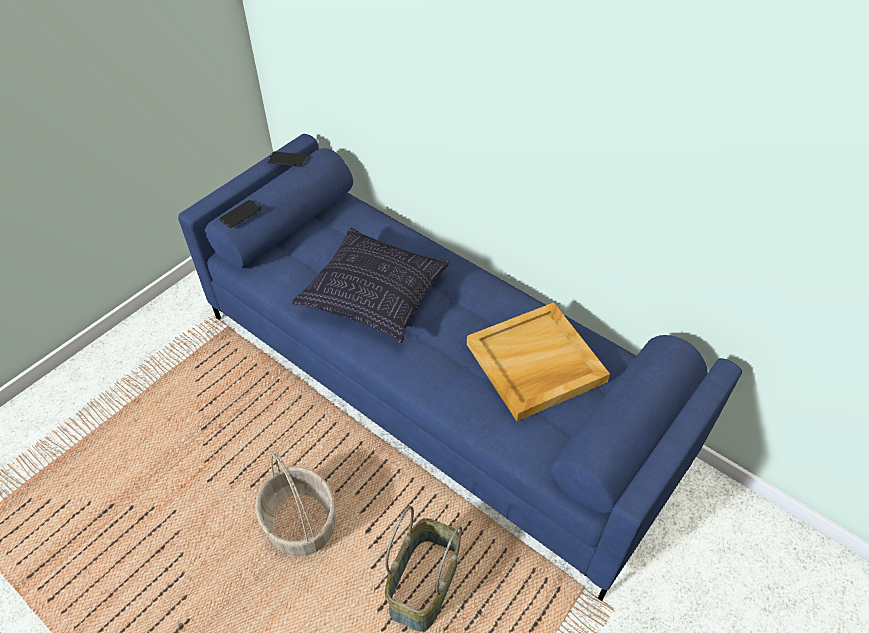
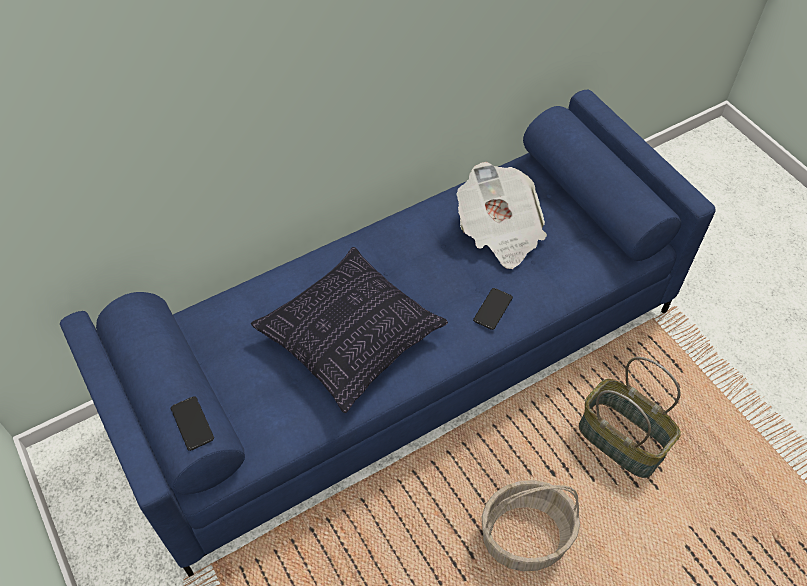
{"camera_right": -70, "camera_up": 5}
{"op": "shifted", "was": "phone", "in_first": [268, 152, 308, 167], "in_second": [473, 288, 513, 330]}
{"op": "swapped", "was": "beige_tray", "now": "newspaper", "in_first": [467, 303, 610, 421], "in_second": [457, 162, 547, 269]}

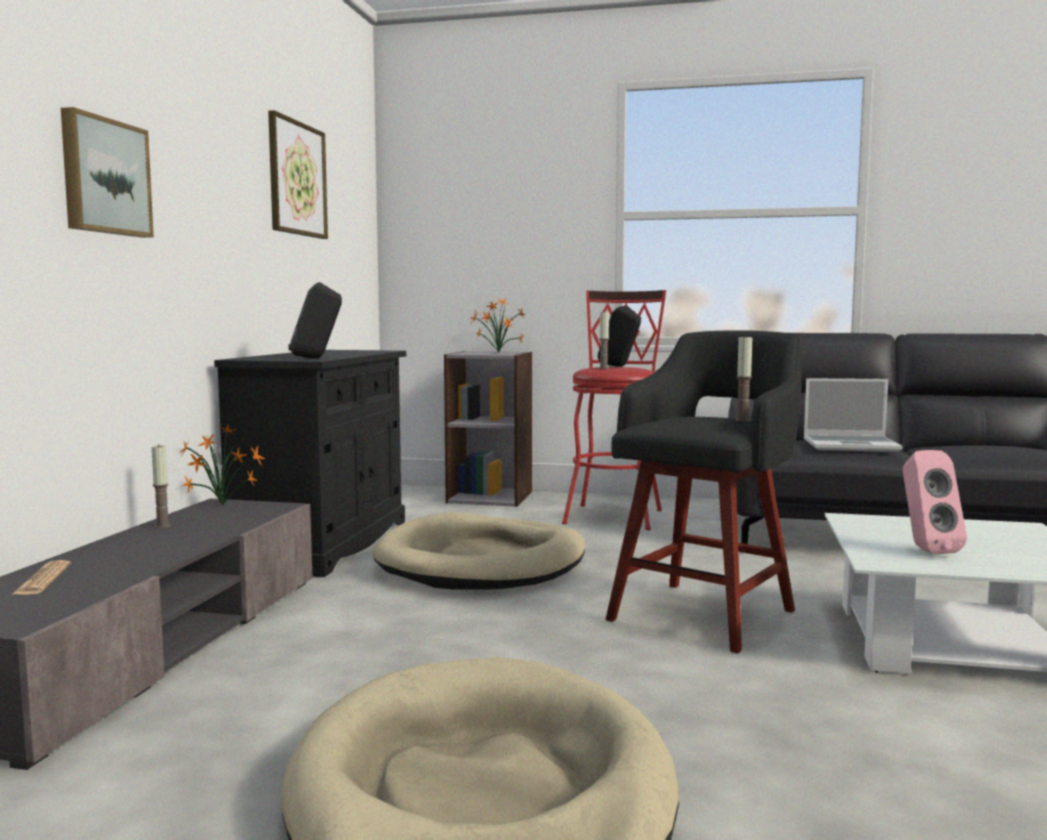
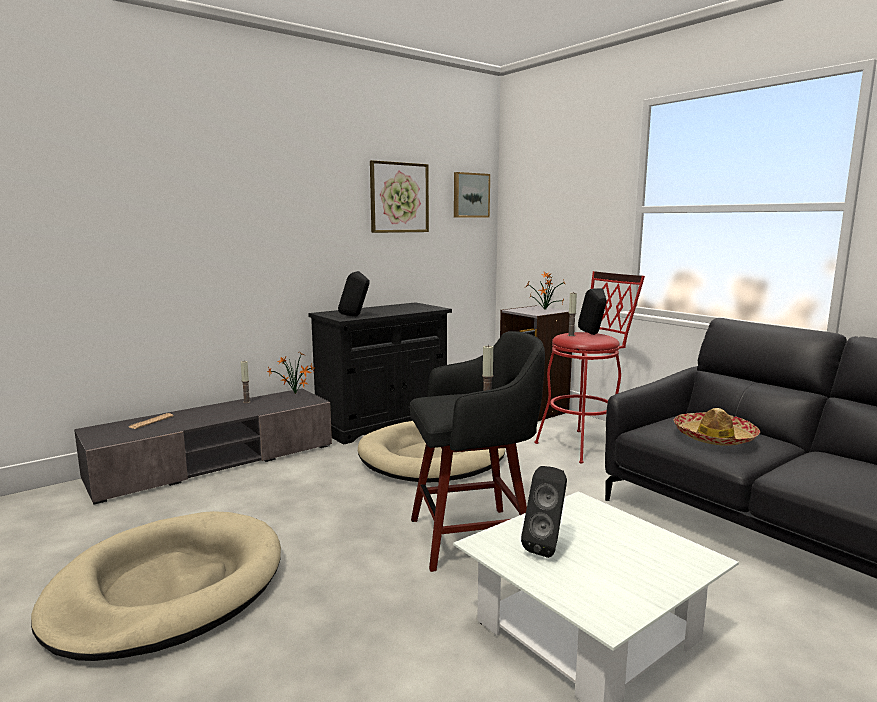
{"camera_right": 40, "camera_up": 5}
{"op": "shifted", "was": "picture", "in_first": [61, 107, 154, 238], "in_second": [454, 172, 490, 218]}
{"op": "swapped", "was": "laptop", "now": "hat", "in_first": [804, 378, 903, 452], "in_second": [673, 408, 760, 446]}
{"op": "repainted", "was": "pink_speaker", "now": "black_speaker", "in_first": [903, 450, 967, 554], "in_second": [521, 466, 567, 558]}

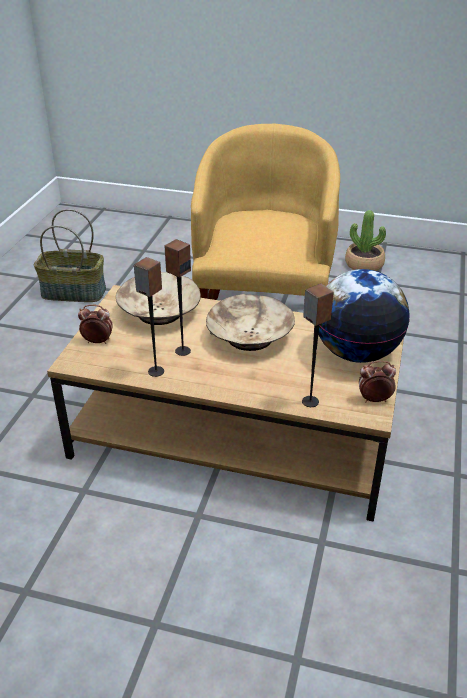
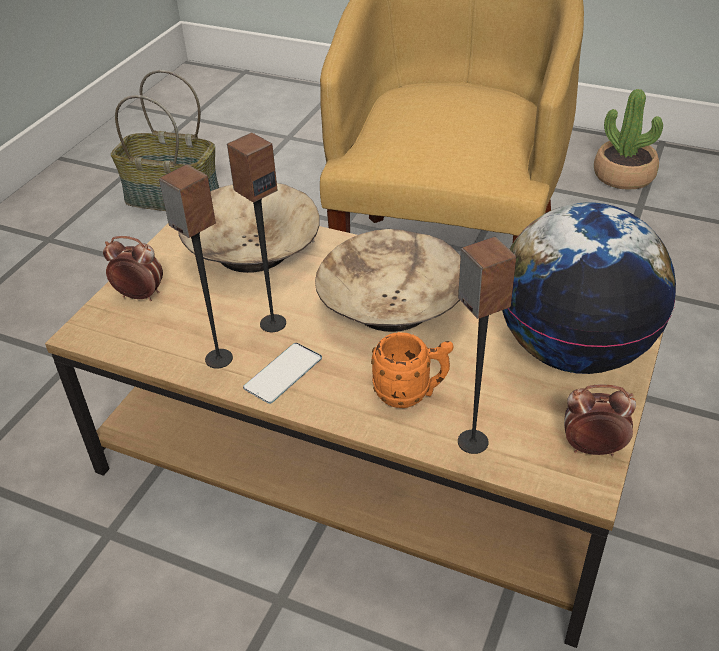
{"camera_right": 10, "camera_up": 5}
{"op": "new", "now": "orange_mug", "in_second": [371, 332, 453, 408]}
{"op": "new", "now": "phone", "in_second": [243, 343, 322, 404]}

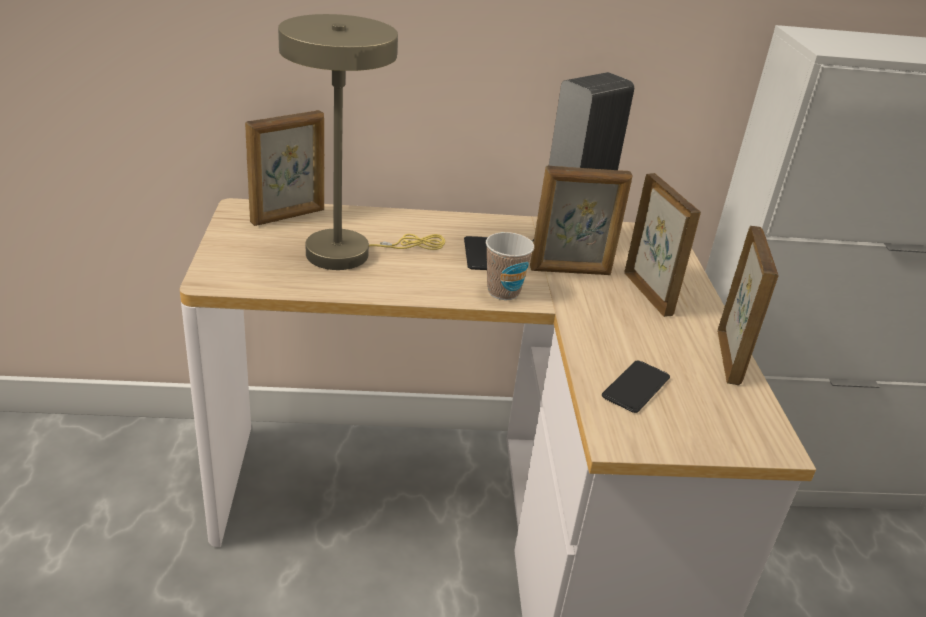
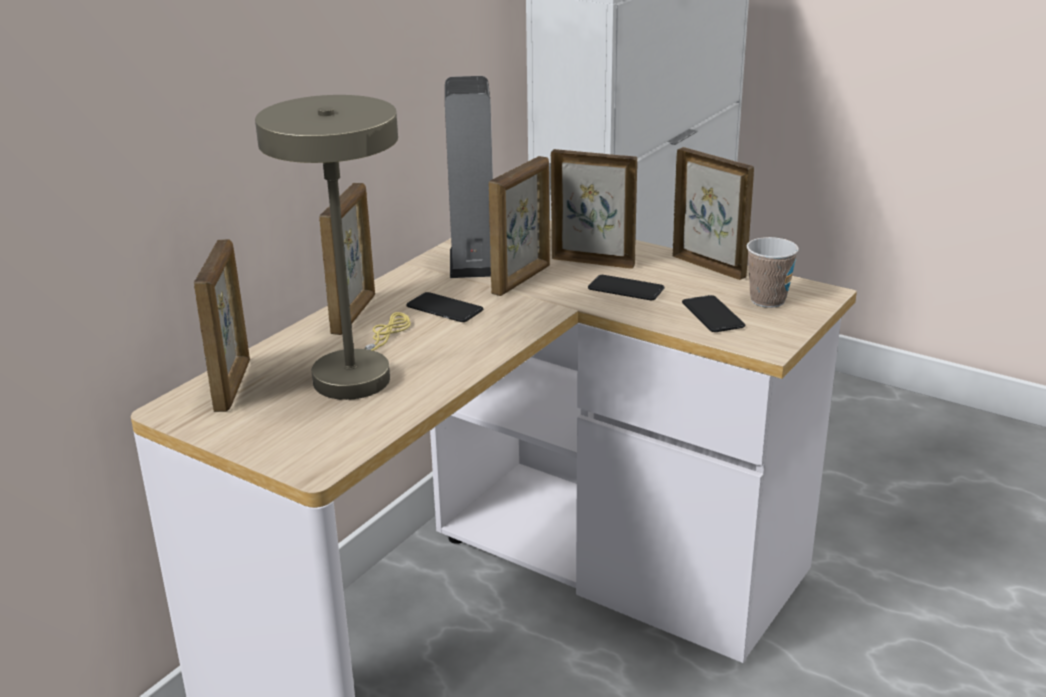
{"camera_right": -50, "camera_up": -5}
{"op": "shifted", "was": "cup", "in_first": [486, 232, 534, 300], "in_second": [747, 237, 799, 308]}
{"op": "new", "now": "picture_frame", "in_second": [319, 183, 375, 335]}
{"op": "new", "now": "phone", "in_second": [588, 275, 665, 300]}

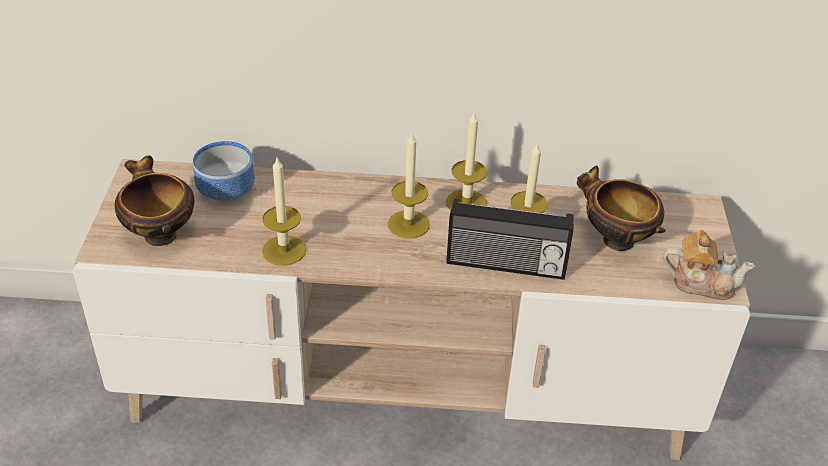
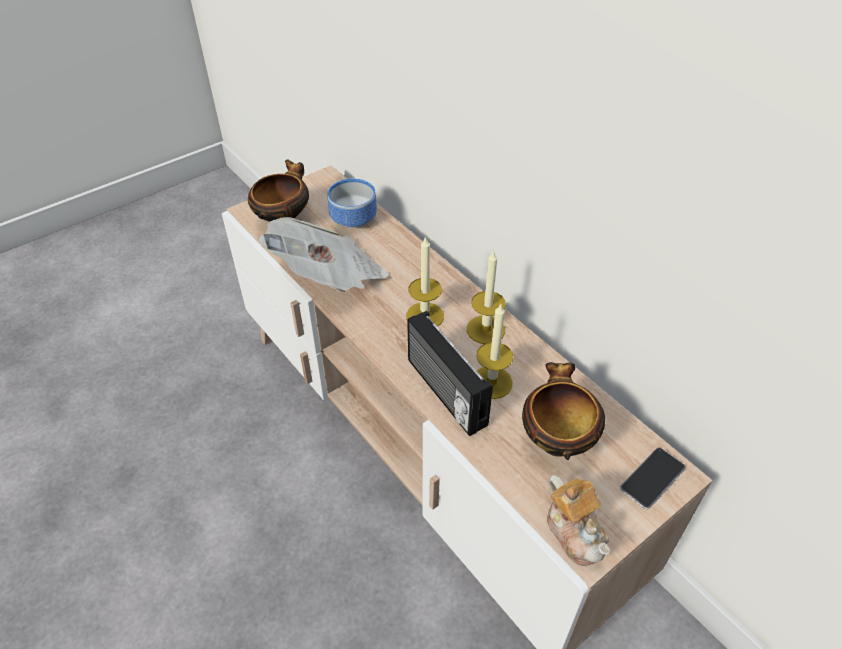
{"camera_right": 50, "camera_up": 5}
{"op": "swapped", "was": "candle", "now": "newspaper", "in_first": [262, 158, 306, 266], "in_second": [258, 217, 389, 292]}
{"op": "new", "now": "phone", "in_second": [620, 448, 685, 509]}

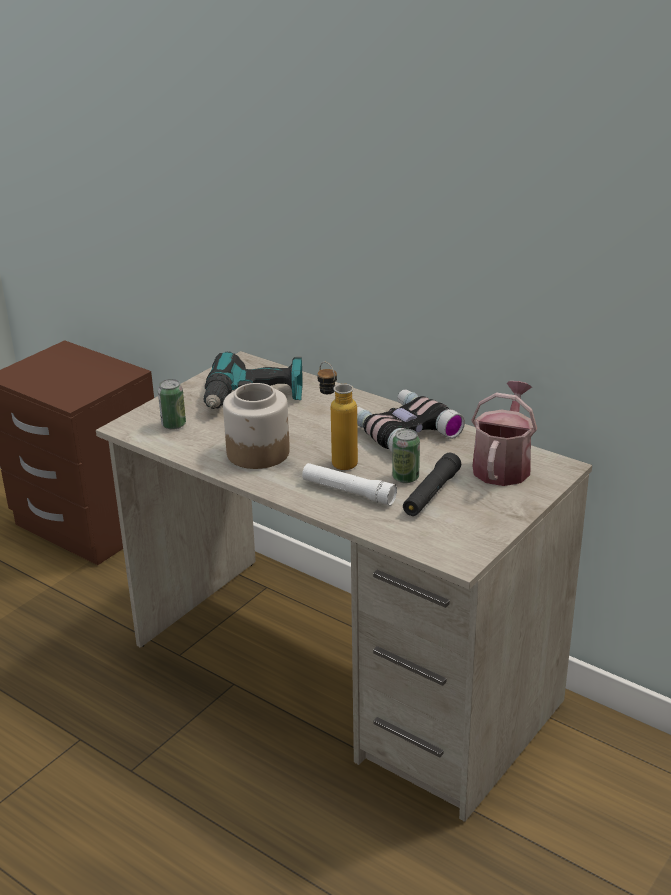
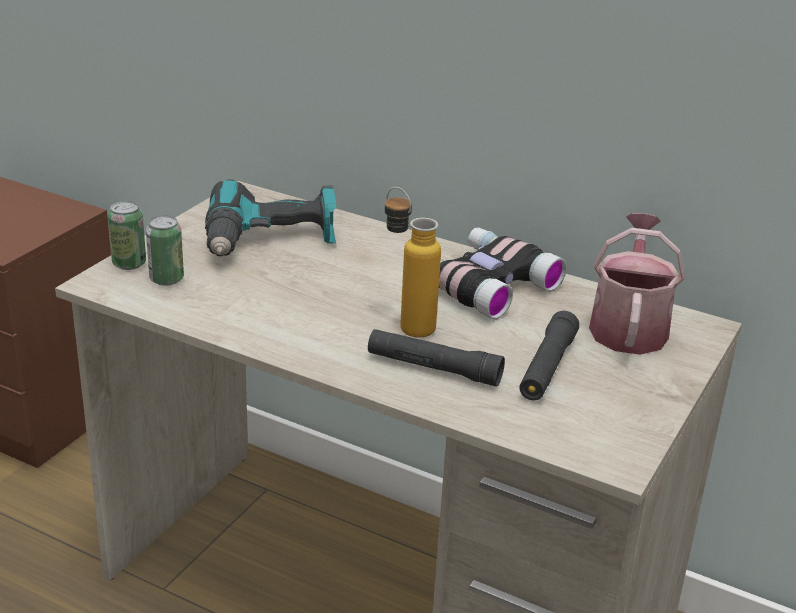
{"camera_right": -10, "camera_up": 0}
{"op": "gone", "was": "jar", "in_first": [223, 383, 290, 469]}
{"op": "shifted", "was": "can", "in_first": [392, 429, 420, 483], "in_second": [108, 201, 146, 270]}
{"op": "repainted", "was": "white_flashlight", "now": "black_flashlight", "in_first": [302, 463, 397, 506], "in_second": [368, 329, 505, 387]}

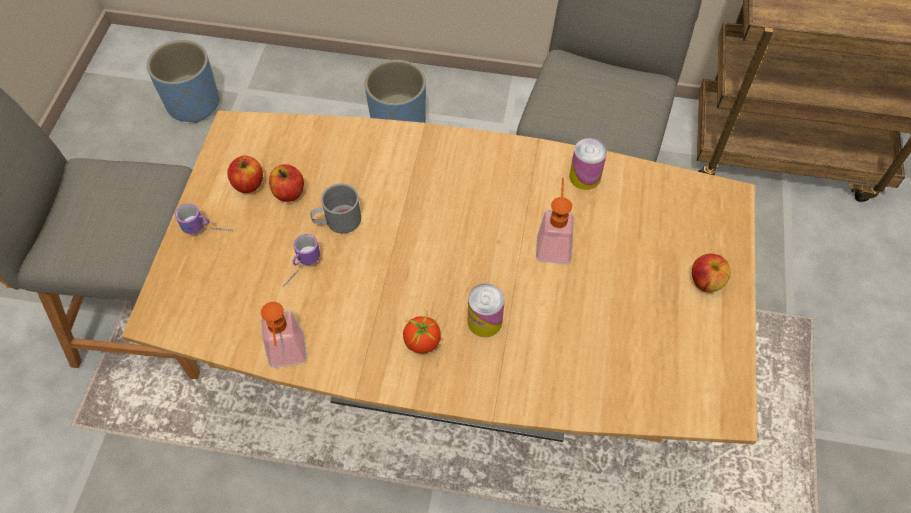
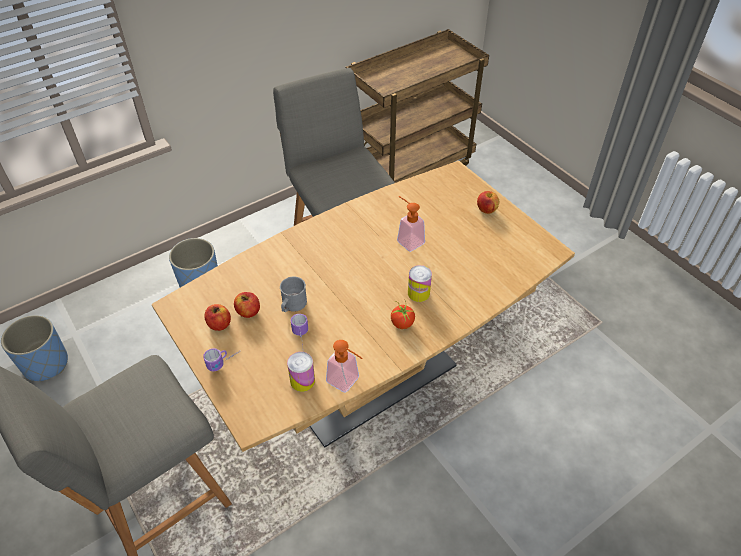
{"camera_right": -45, "camera_up": -10}
{"op": "shifted", "was": "can", "in_first": [569, 138, 607, 190], "in_second": [287, 352, 315, 392]}

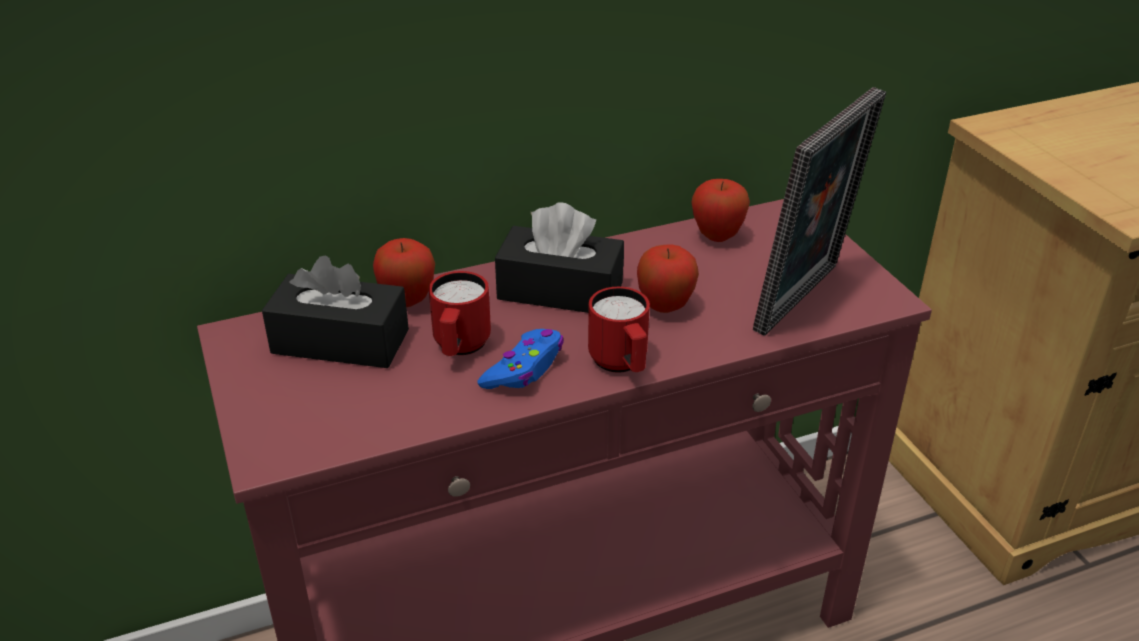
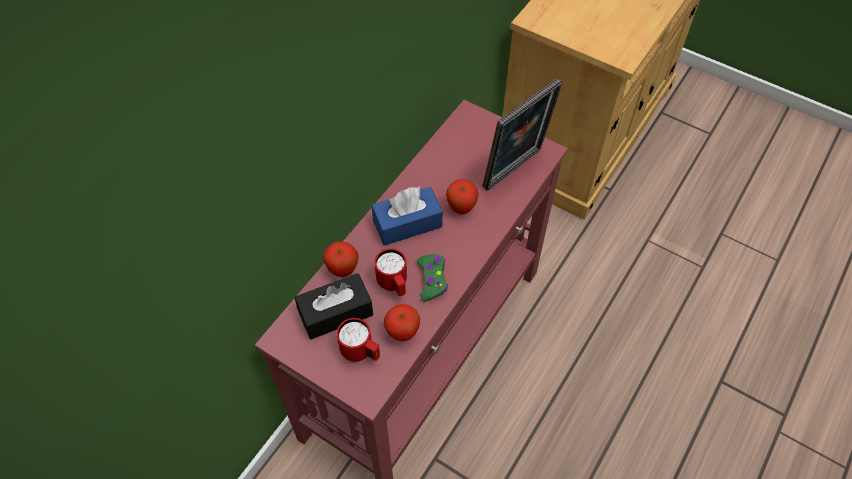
{"camera_right": -35, "camera_up": 20}
{"op": "rotated", "was": "picture_frame", "in_first": [753, 87, 886, 336], "in_second": [482, 78, 563, 191], "clockwise": 45}
{"op": "shifted", "was": "apple", "in_first": [691, 179, 750, 242], "in_second": [384, 304, 420, 341]}
{"op": "repainted", "was": "black_tissue_box", "now": "blue_tissue_box", "in_first": [495, 202, 624, 313], "in_second": [372, 186, 443, 246]}
{"op": "shifted", "was": "red_mug", "in_first": [588, 287, 650, 373], "in_second": [337, 318, 380, 362]}
{"op": "repainted", "was": "blue_game_controller", "now": "green_game_controller", "in_first": [478, 329, 564, 389], "in_second": [417, 254, 448, 302]}

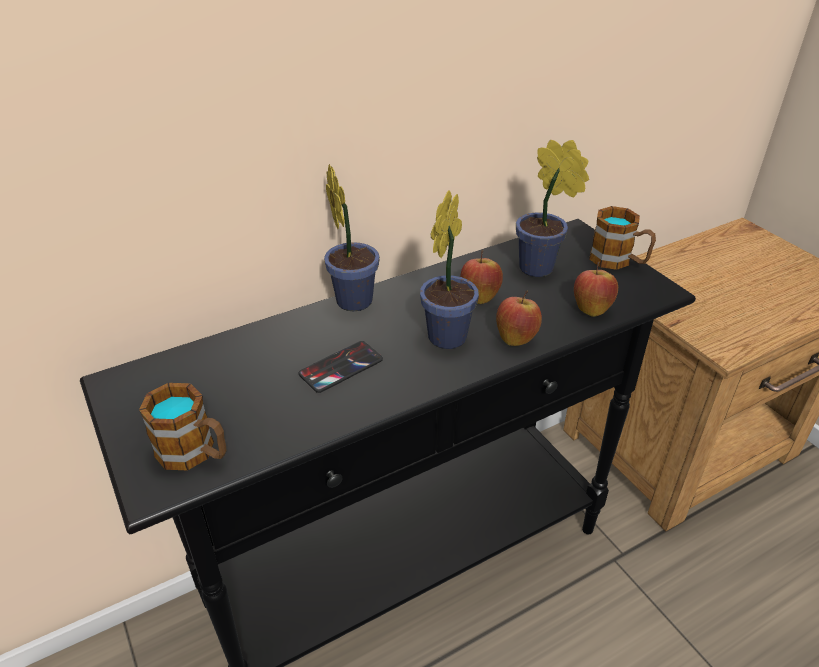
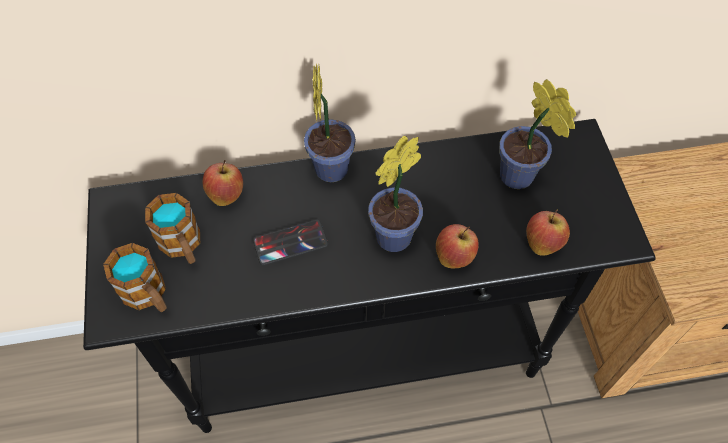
{"camera_right": 20, "camera_up": 20}
{"op": "shifted", "was": "mug", "in_first": [589, 206, 656, 270], "in_second": [145, 193, 200, 264]}
{"op": "shifted", "was": "apple", "in_first": [460, 250, 503, 304], "in_second": [203, 160, 243, 206]}

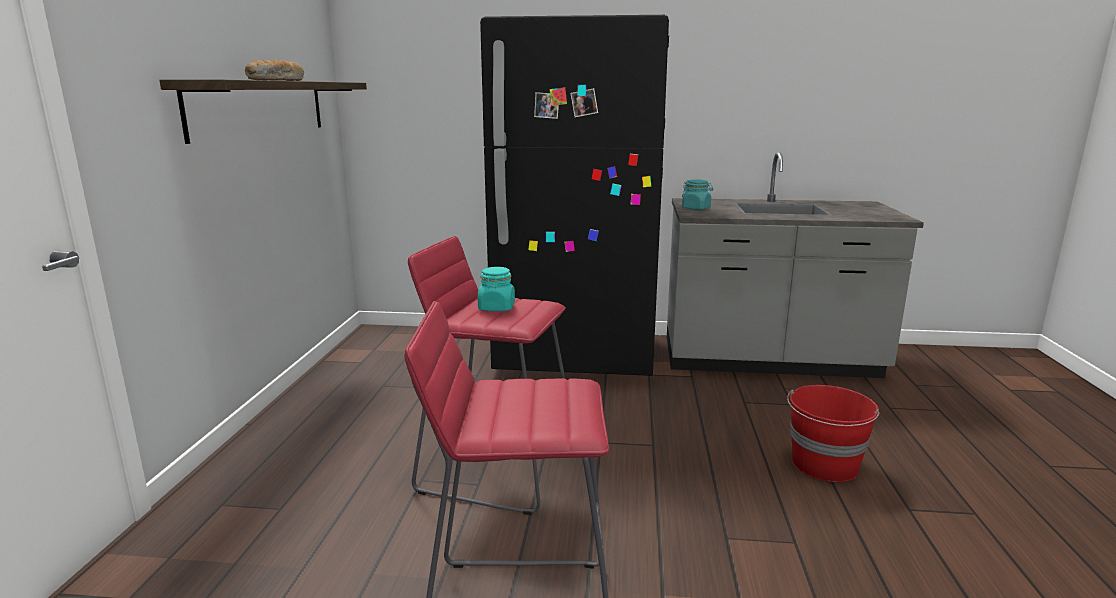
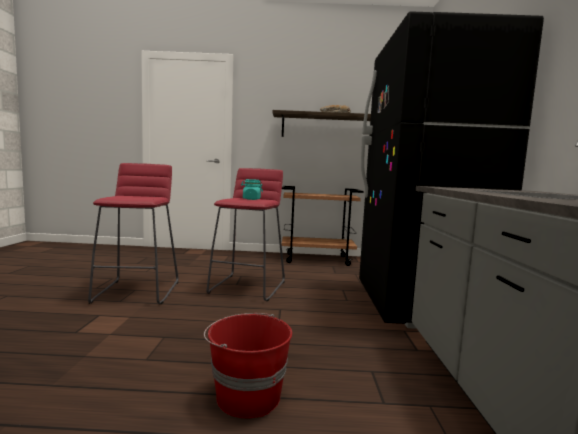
{"camera_right": 85, "camera_up": -10}
{"op": "gone", "was": "turquoise_jar", "in_first": [682, 180, 714, 210]}
{"op": "new", "now": "brown_cart", "in_second": [282, 186, 364, 266]}

